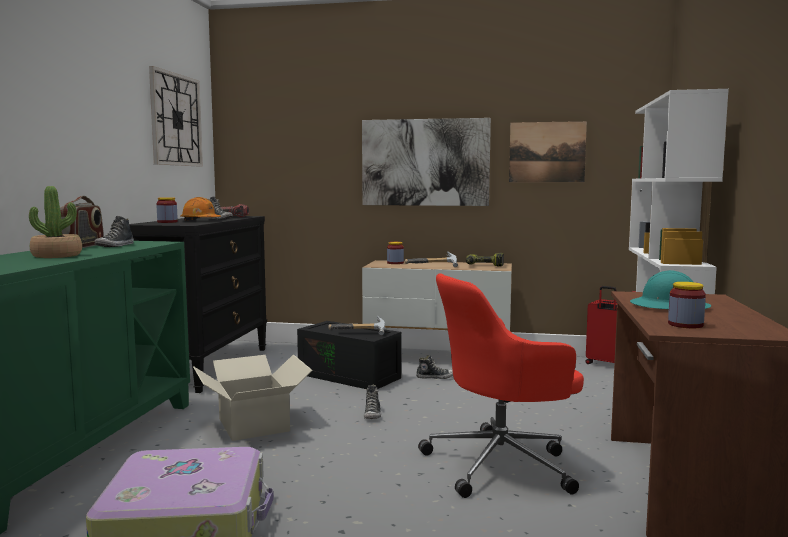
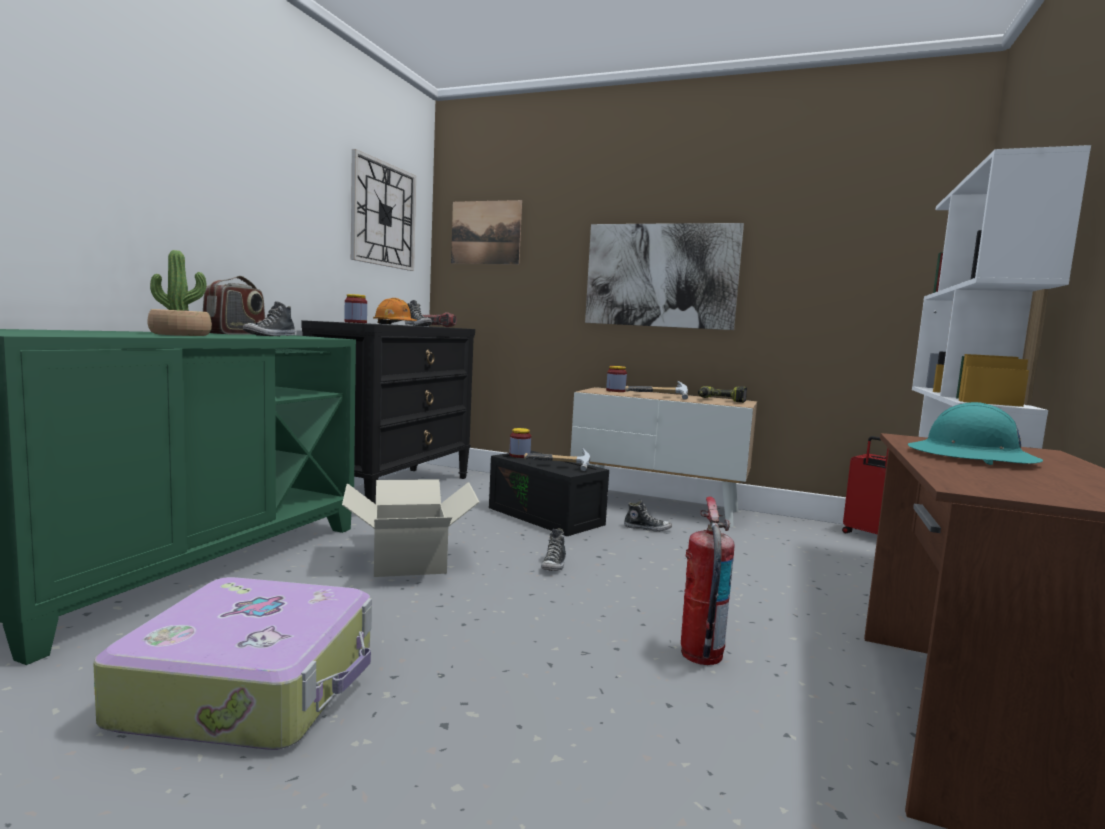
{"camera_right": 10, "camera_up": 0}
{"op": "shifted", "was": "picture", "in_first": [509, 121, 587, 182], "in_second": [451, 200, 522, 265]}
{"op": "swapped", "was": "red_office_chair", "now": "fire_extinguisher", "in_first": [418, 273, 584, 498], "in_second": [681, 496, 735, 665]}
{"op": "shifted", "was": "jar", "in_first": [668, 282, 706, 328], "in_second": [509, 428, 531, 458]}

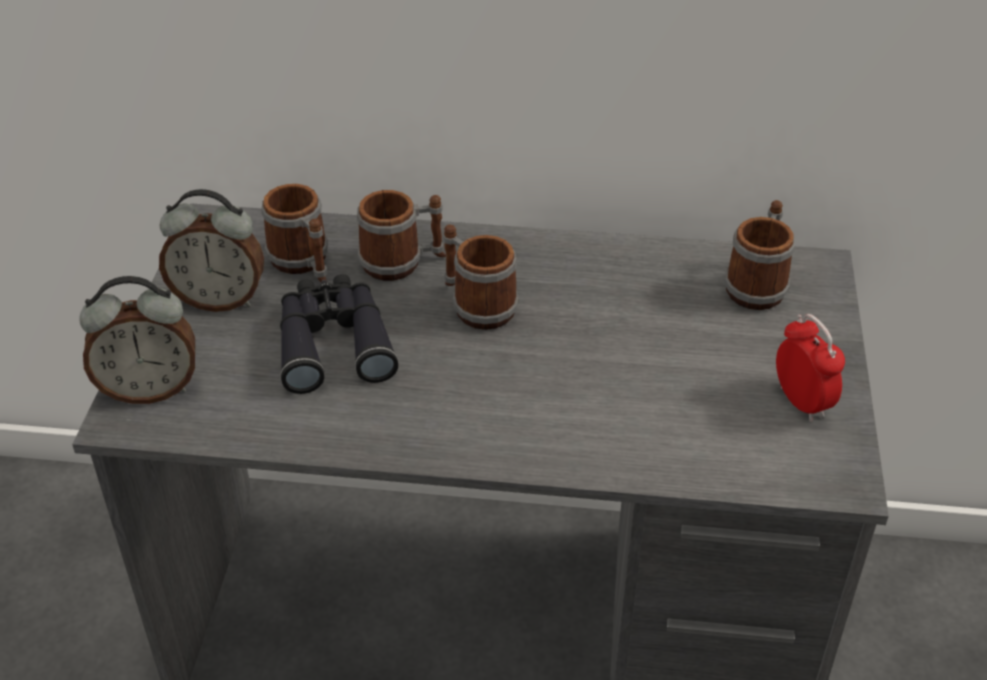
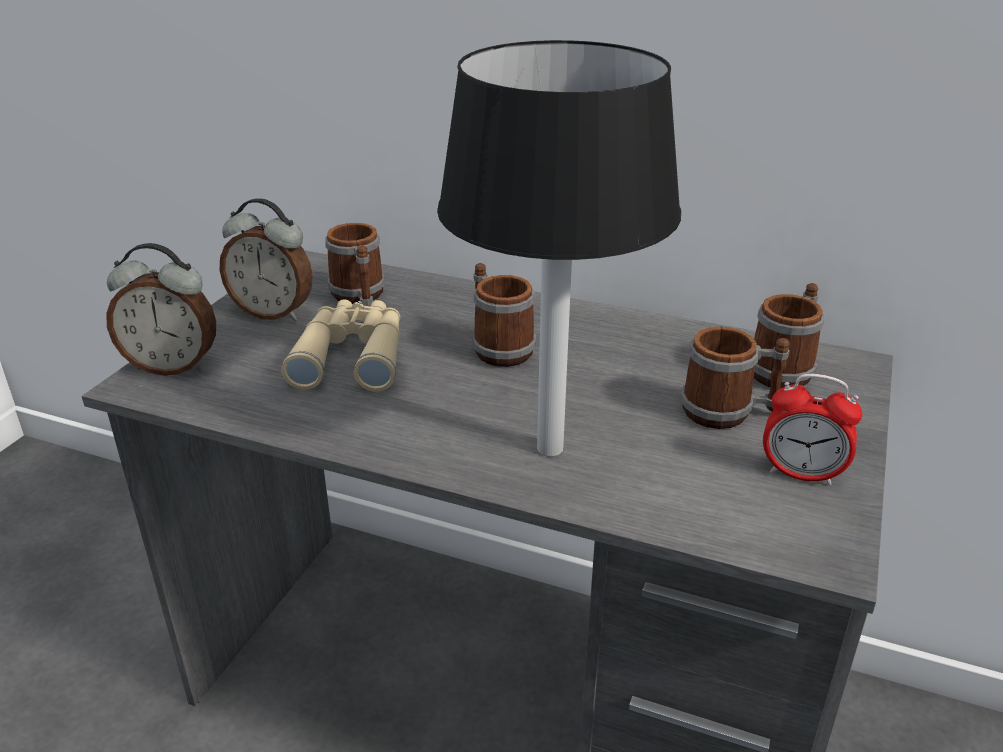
{"camera_right": 15, "camera_up": -10}
{"op": "shifted", "was": "mug", "in_first": [357, 190, 446, 281], "in_second": [681, 327, 790, 429]}
{"op": "repainted", "was": "black_binoculars", "now": "beige_binoculars", "in_first": [280, 274, 398, 394], "in_second": [281, 299, 400, 391]}
{"op": "rotated", "was": "alarm_clock", "in_first": [776, 314, 845, 422], "in_second": [763, 374, 863, 486], "clockwise": 120}
{"op": "new", "now": "black_table_lamp", "in_second": [437, 40, 681, 456]}

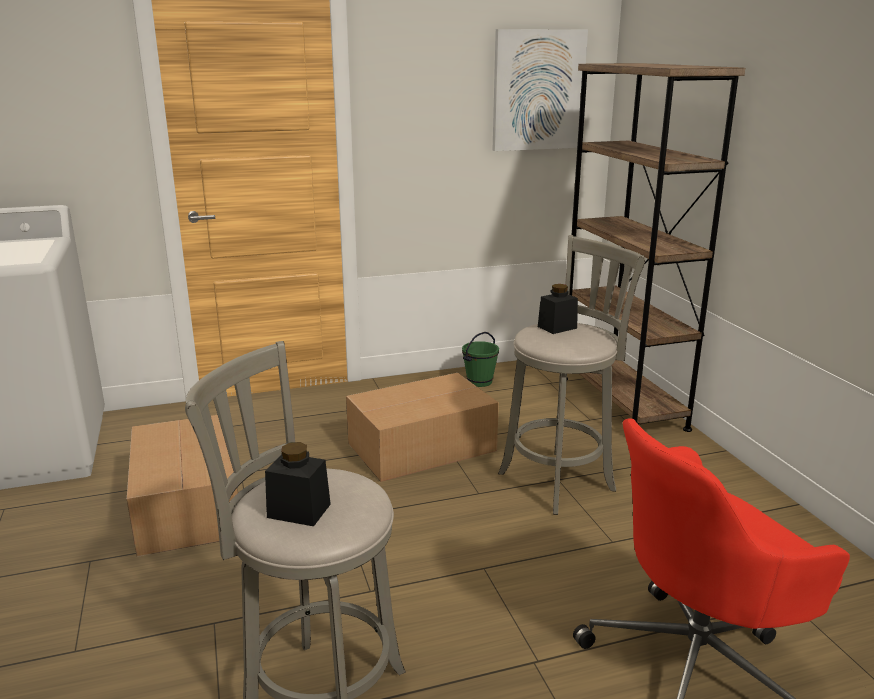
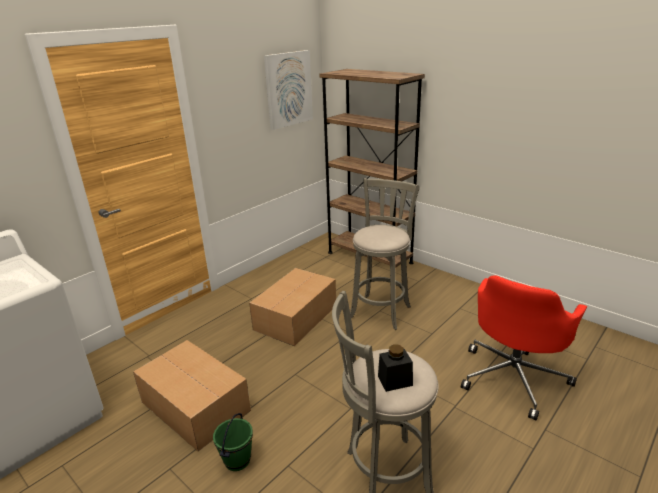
{"camera_right": -30, "camera_up": 5}
{"op": "gone", "was": "black_jar", "in_first": [538, 284, 578, 334]}
{"op": "shifted", "was": "green_bucket", "in_first": [462, 332, 499, 387], "in_second": [213, 413, 253, 471]}

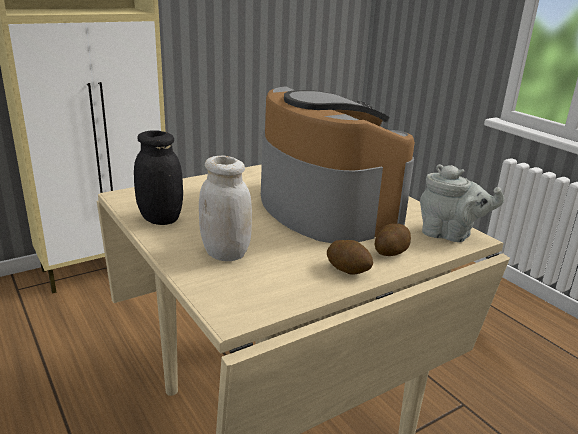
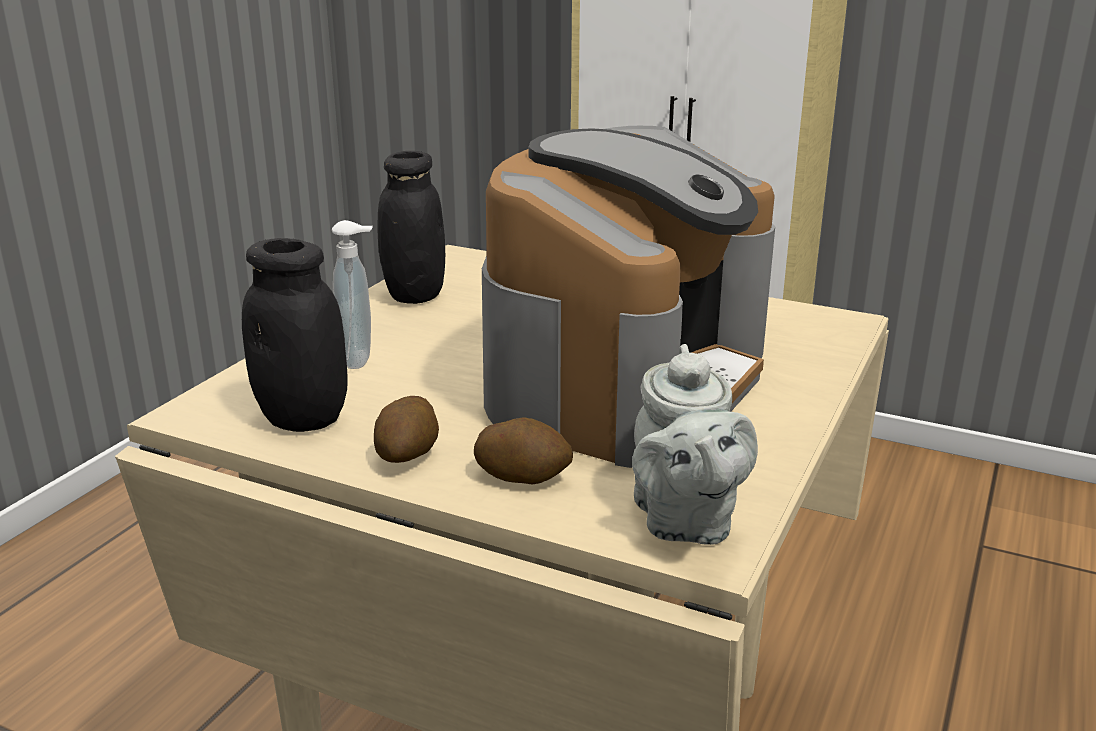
{"camera_right": 60, "camera_up": 0}
{"op": "swapped", "was": "white_jar", "now": "soap_dispenser", "in_first": [199, 156, 252, 261], "in_second": [332, 220, 373, 369]}
{"op": "new", "now": "black_jar", "in_second": [242, 238, 348, 432]}

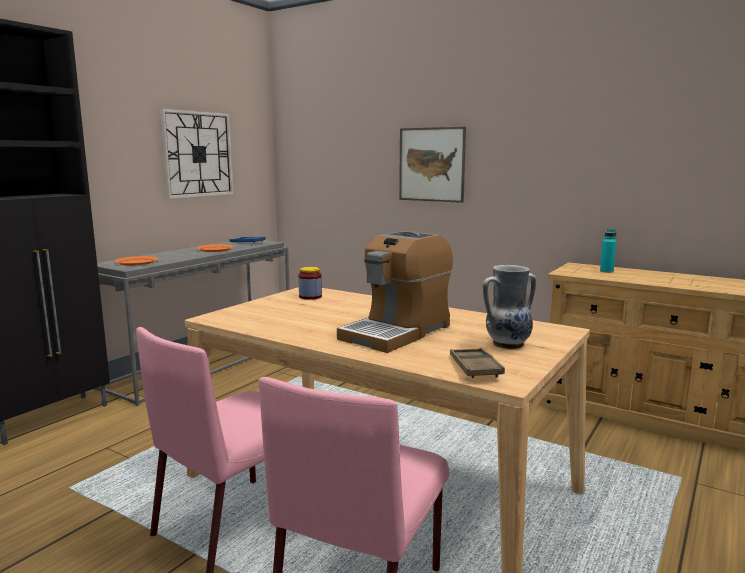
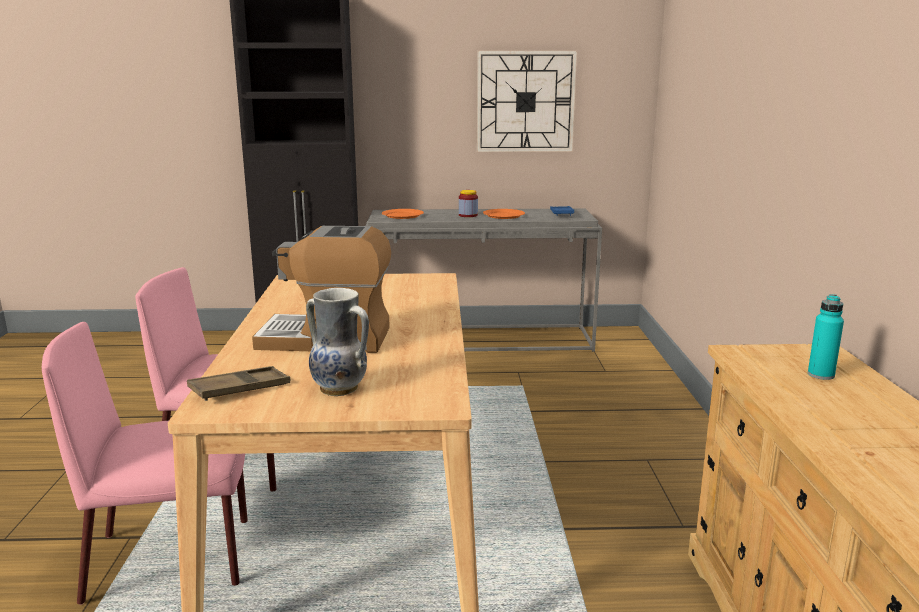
{"camera_right": 55, "camera_up": 5}
{"op": "gone", "was": "picture", "in_first": [399, 127, 466, 203]}
{"op": "shifted", "was": "jar", "in_first": [298, 267, 322, 300], "in_second": [459, 190, 478, 217]}

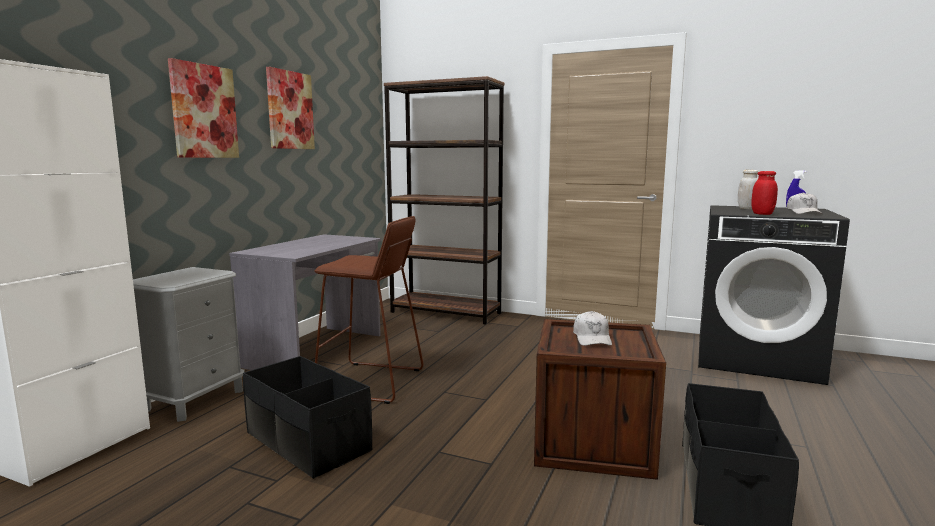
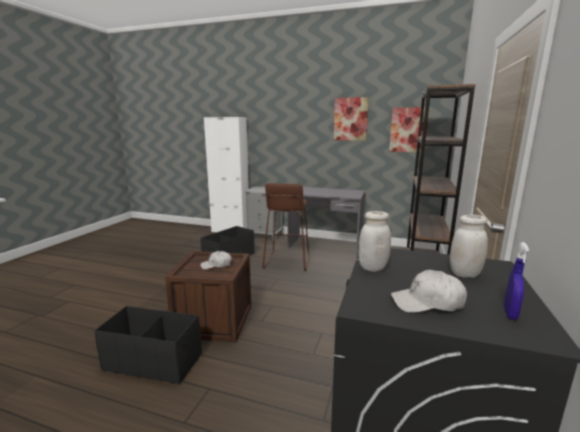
{"camera_right": 85, "camera_up": 5}
{"op": "shifted", "was": "picture", "in_first": [168, 58, 239, 158], "in_second": [389, 107, 430, 152]}
{"op": "repainted", "was": "red_jar", "now": "white_jar", "in_first": [751, 171, 778, 215], "in_second": [359, 211, 391, 272]}

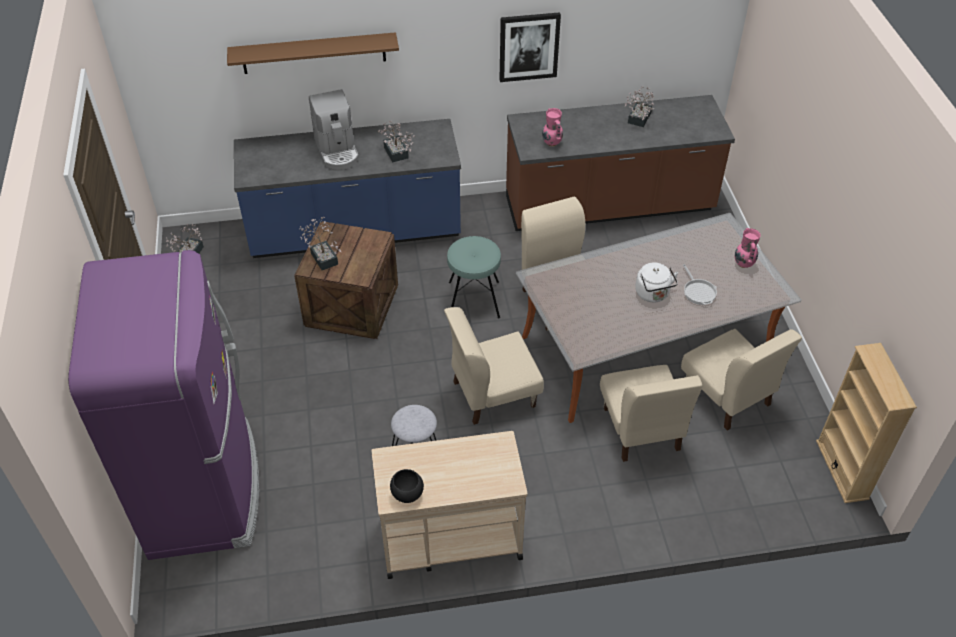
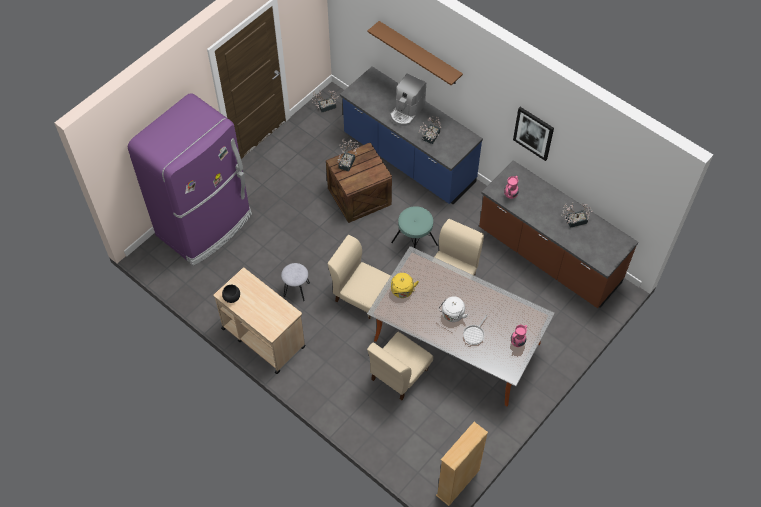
{"camera_right": 50, "camera_up": 10}
{"op": "gone", "was": "beige_chair", "in_first": [681, 329, 802, 431]}
{"op": "new", "now": "yellow_kettle", "in_second": [391, 273, 419, 298]}

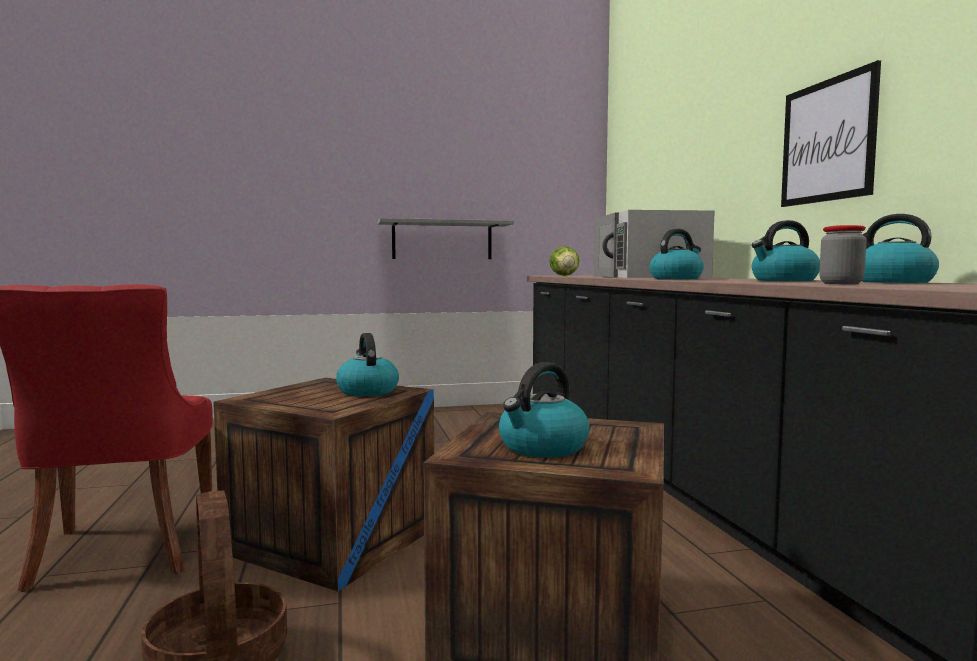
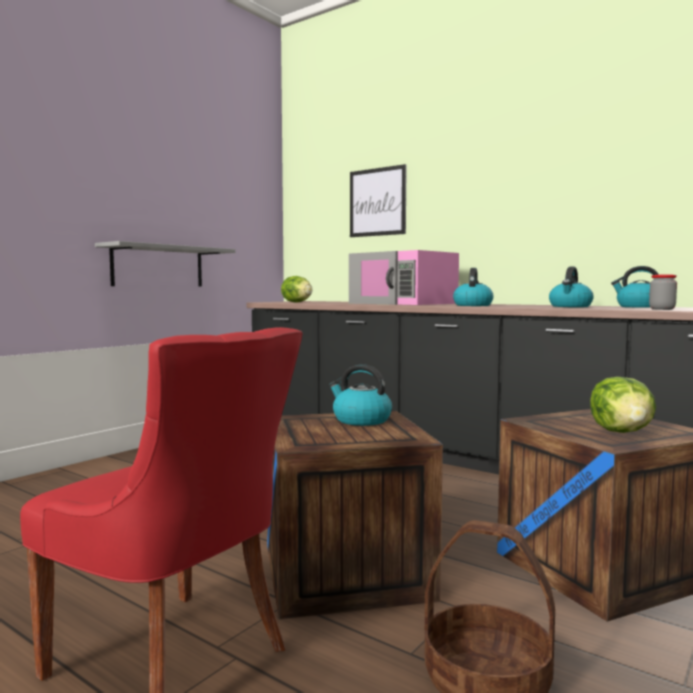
{"camera_right": -40, "camera_up": 0}
{"op": "shifted", "was": "picture", "in_first": [781, 60, 881, 207], "in_second": [350, 164, 407, 237]}
{"op": "repainted", "was": "white_microwave", "now": "pink_microwave", "in_first": [593, 210, 715, 278], "in_second": [349, 250, 459, 305]}
{"op": "swapped", "was": "kettle", "now": "lettuce", "in_first": [499, 362, 590, 458], "in_second": [590, 377, 656, 433]}

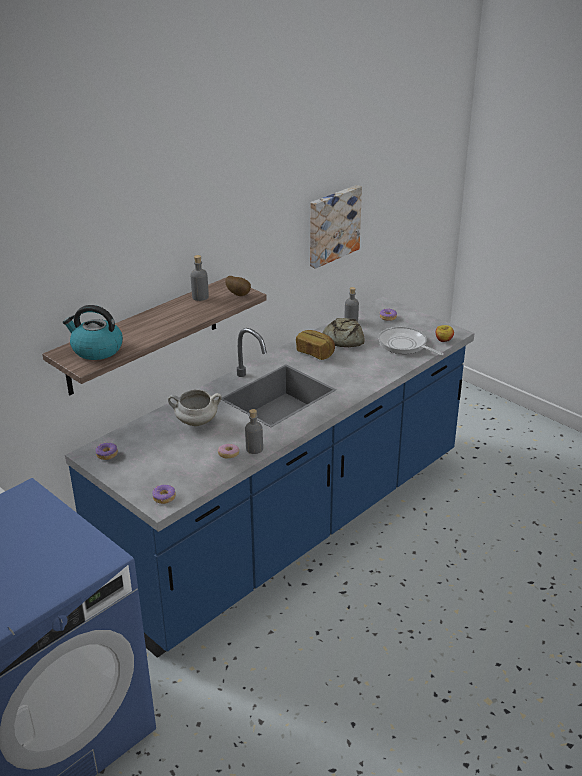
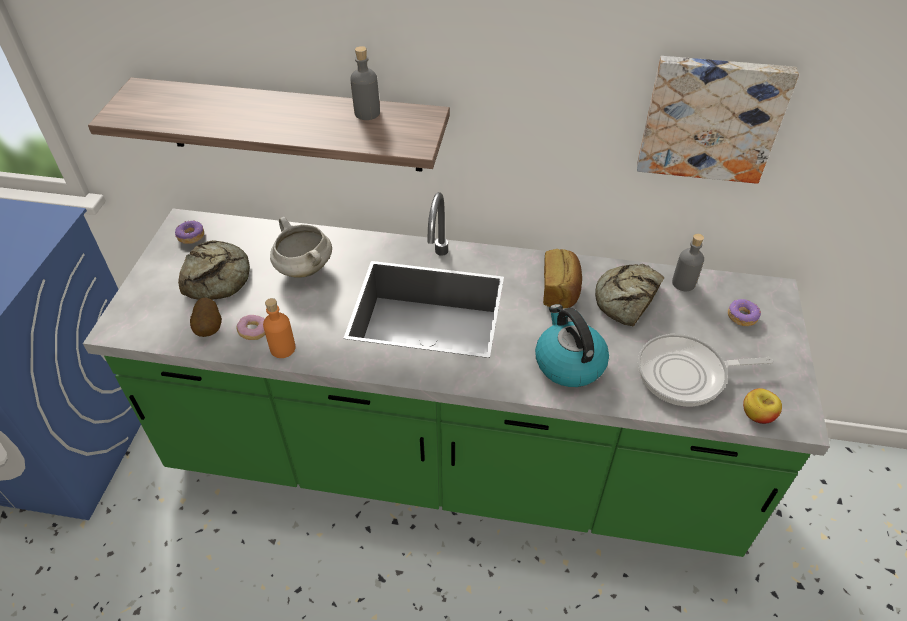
{"camera_right": 55, "camera_up": 15}
{"op": "shifted", "was": "potato", "in_first": [226, 276, 251, 296], "in_second": [190, 298, 222, 337]}
{"op": "repainted", "was": "blue_counter", "now": "green_counter", "in_first": [65, 296, 475, 658], "in_second": [83, 192, 830, 557]}
{"op": "shifted", "was": "kettle", "in_first": [63, 305, 123, 360], "in_second": [535, 304, 609, 387]}
{"op": "rotated", "was": "frying_pan", "in_first": [378, 327, 444, 356], "in_second": [638, 334, 774, 406], "clockwise": -105}
{"op": "repainted", "was": "grey_bottle", "now": "orange_bottle", "in_first": [245, 409, 263, 454], "in_second": [263, 298, 296, 358]}
{"op": "gone", "was": "donut", "in_first": [152, 485, 176, 504]}
{"op": "new", "now": "bread", "in_second": [178, 240, 250, 300]}

